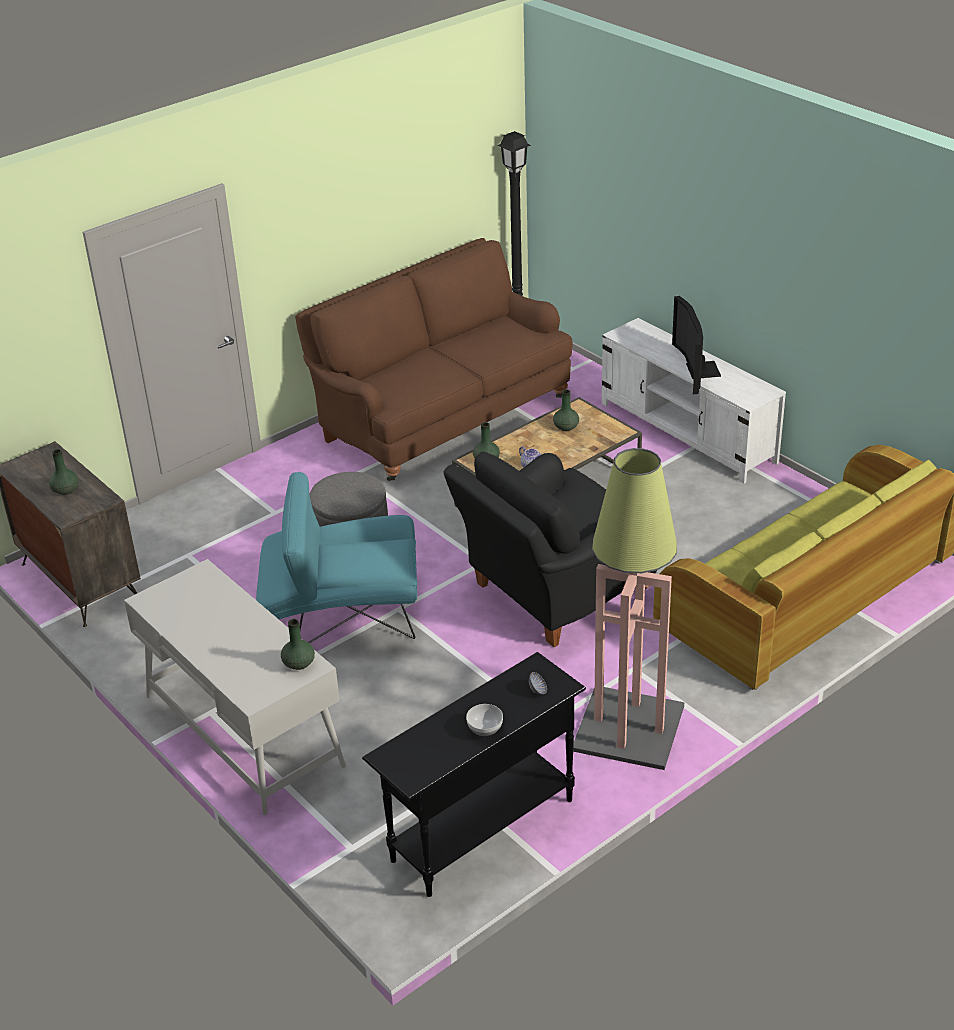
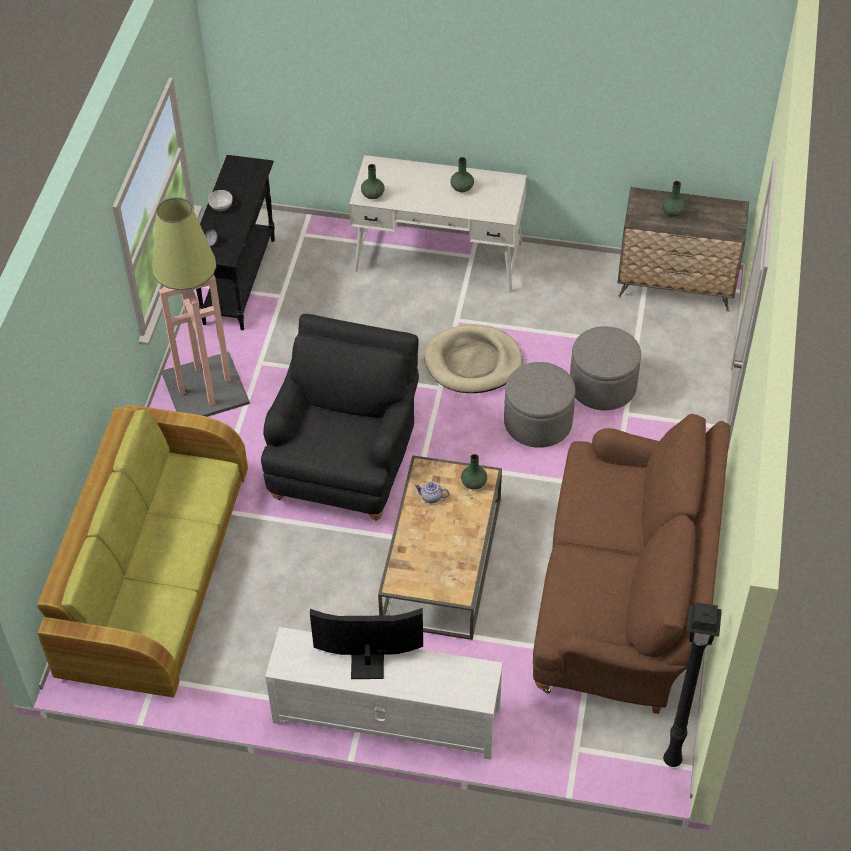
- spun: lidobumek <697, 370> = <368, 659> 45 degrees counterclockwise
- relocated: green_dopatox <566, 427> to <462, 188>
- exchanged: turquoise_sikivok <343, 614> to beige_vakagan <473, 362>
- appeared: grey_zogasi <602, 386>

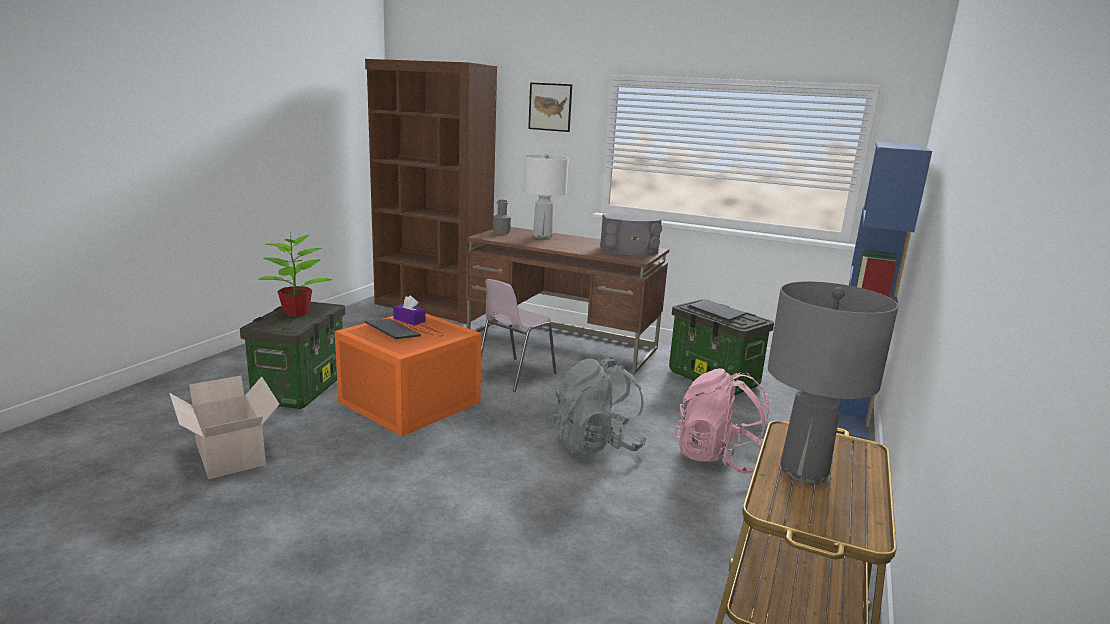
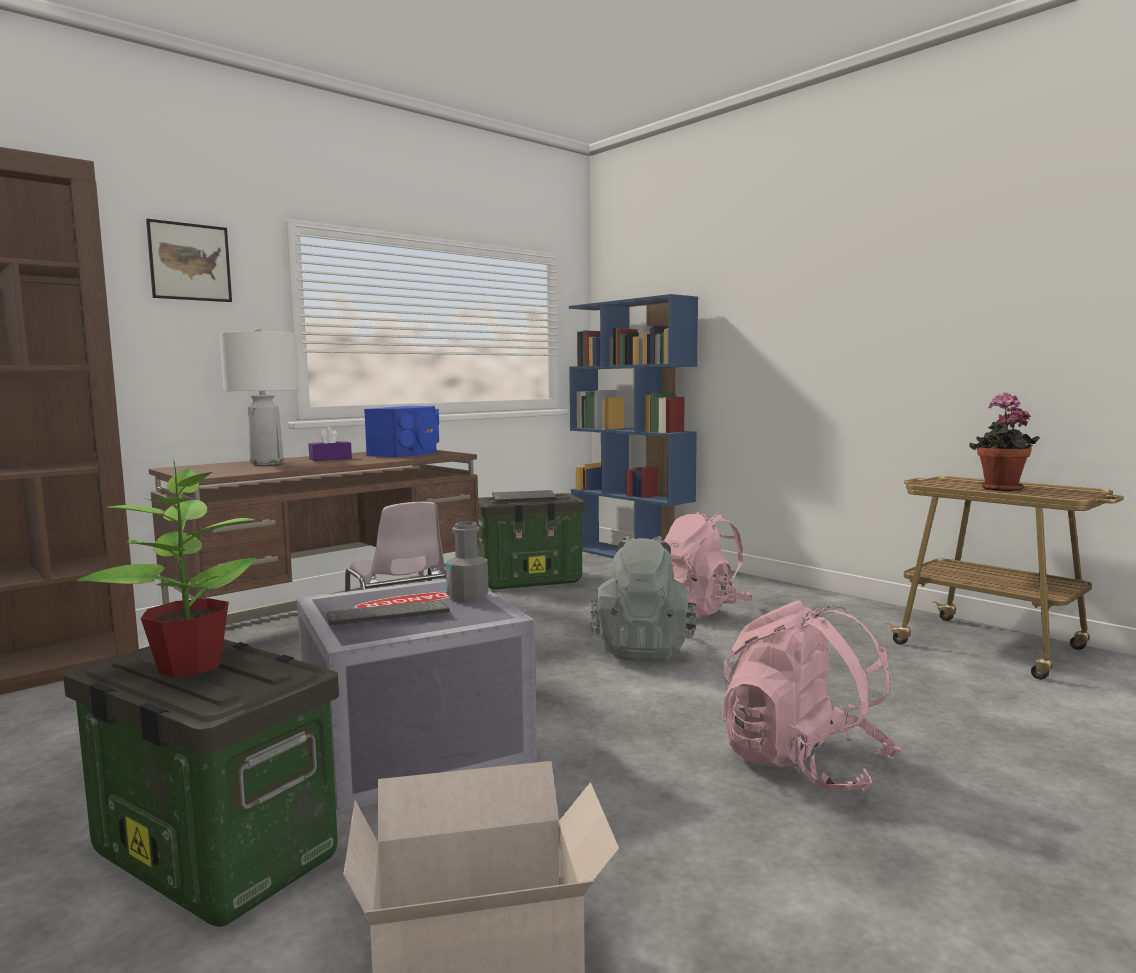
- relocated: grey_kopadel <501, 232> to <467, 597>
- colour: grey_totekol <629, 251> to blue_totekol <407, 453>
- exchanged: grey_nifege <802, 472> to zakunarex <1000, 489>
- relocated: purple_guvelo <409, 320> to <330, 459>
- colour: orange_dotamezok <407, 402> to grey_dotamezok <412, 745>
- appeared: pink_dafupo <803, 764>

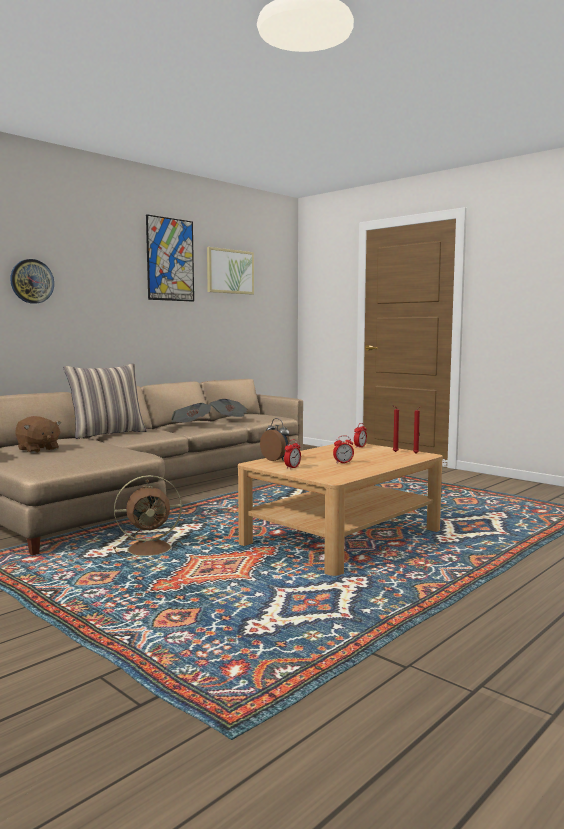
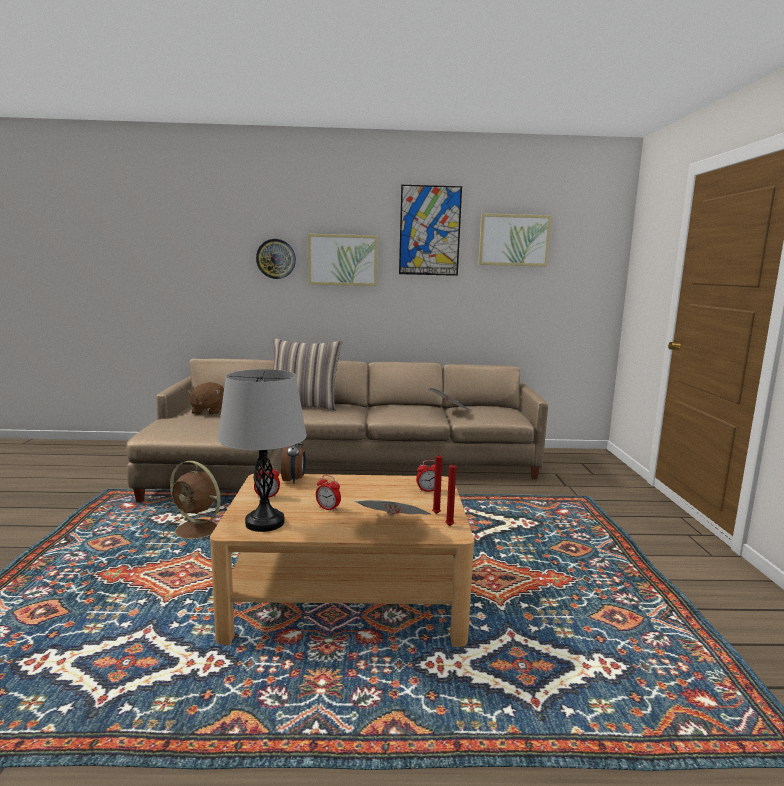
- relocated: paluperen <191, 424> to <392, 528>
- appeared: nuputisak <342, 260>
- appeared: grey_nifege <265, 523>

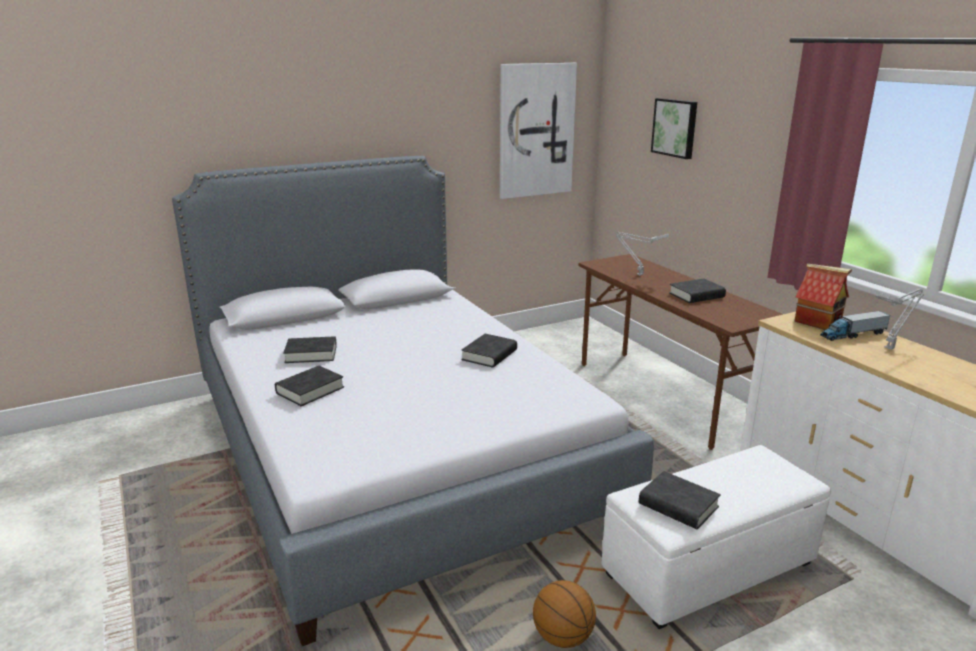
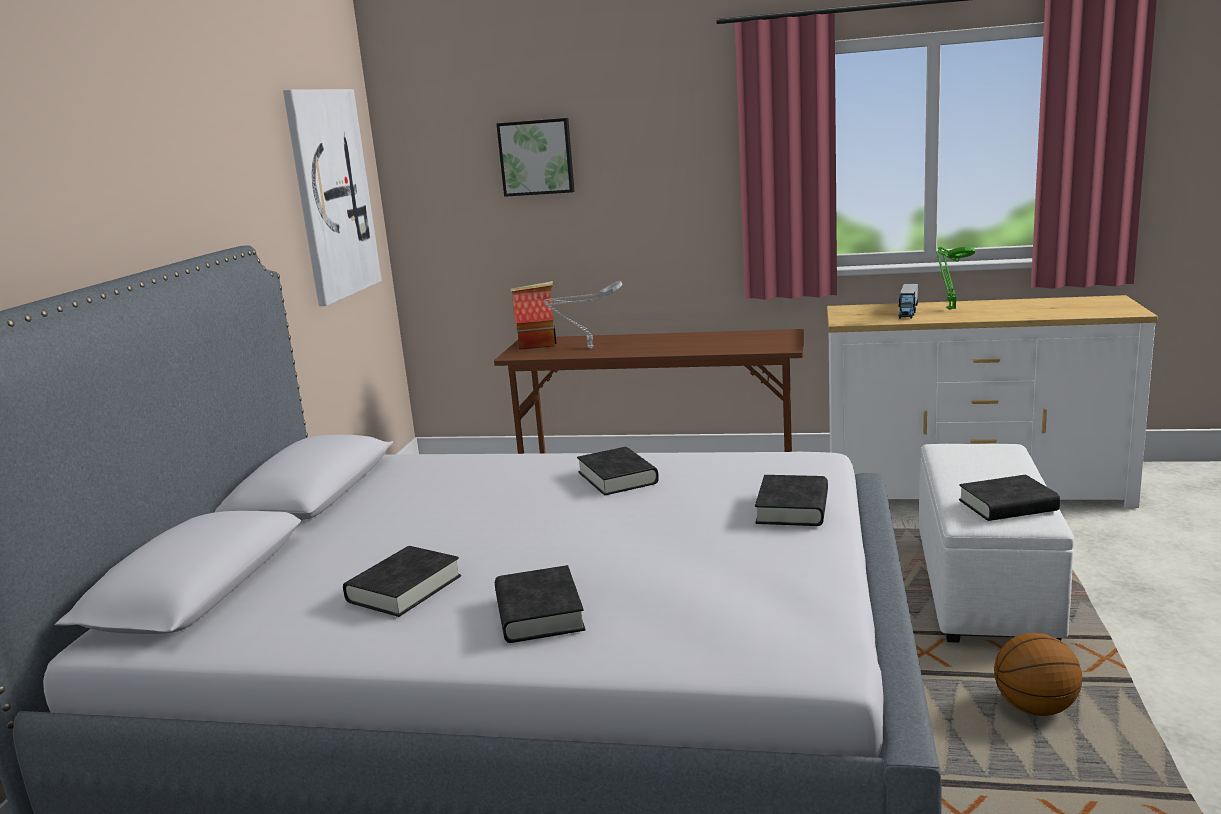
- relocated: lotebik <818, 322> to <537, 344>
- relocated: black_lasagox <696, 295> to <792, 508>
- colour: grey_nifege <890, 348> to green_nifege <950, 308>

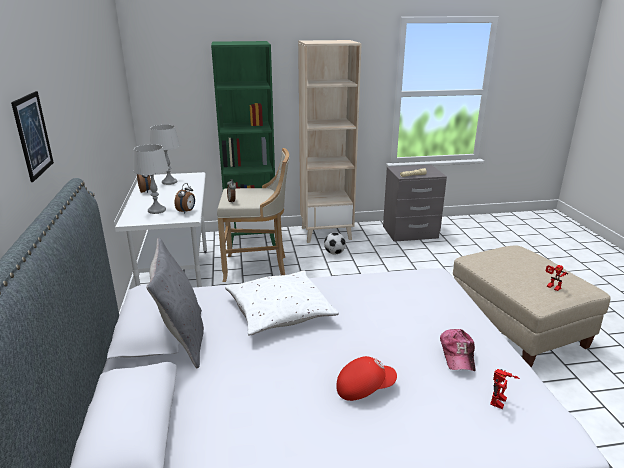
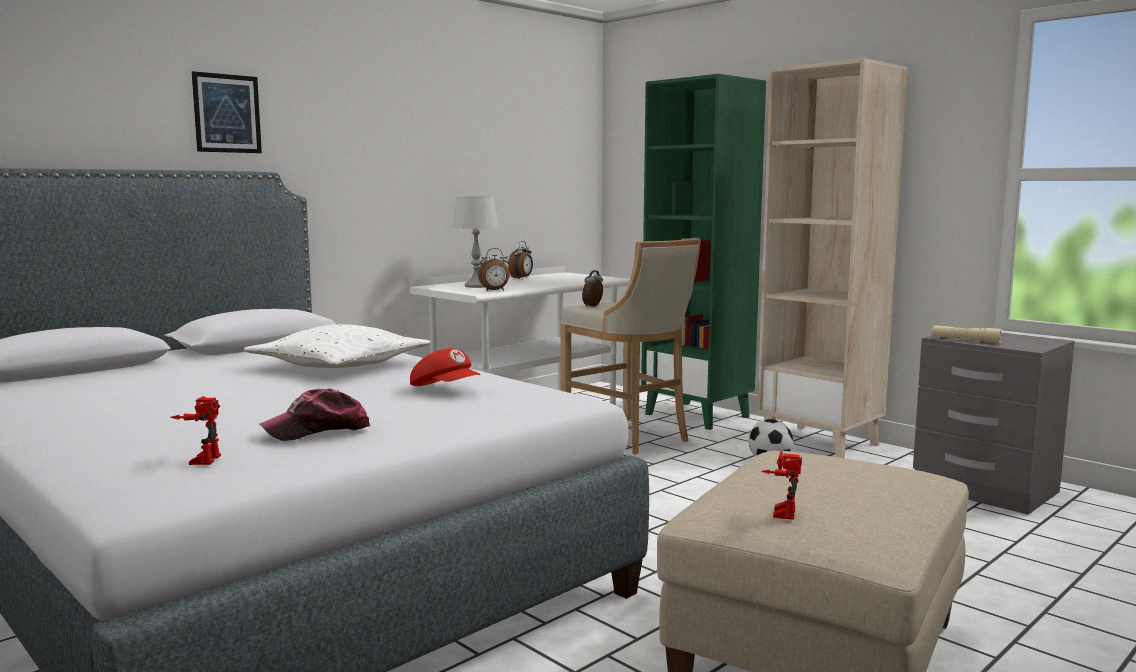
- missing: grey_nifege <169, 182>
- missing: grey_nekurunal <182, 339>
- relocated: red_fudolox <364, 388> to <446, 389>
- spun: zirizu <500, 403> = <201, 459> 90 degrees clockwise

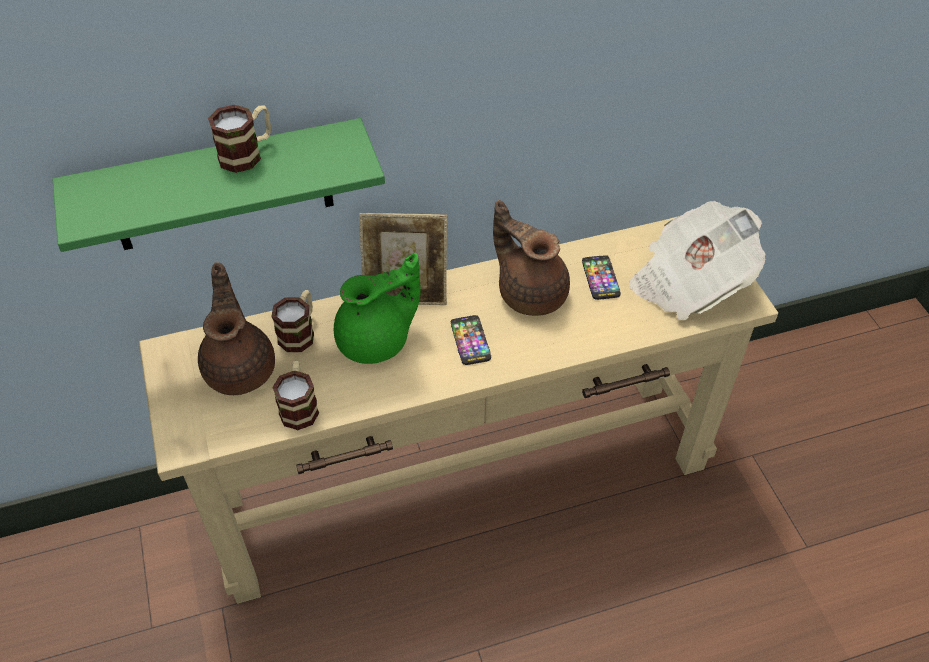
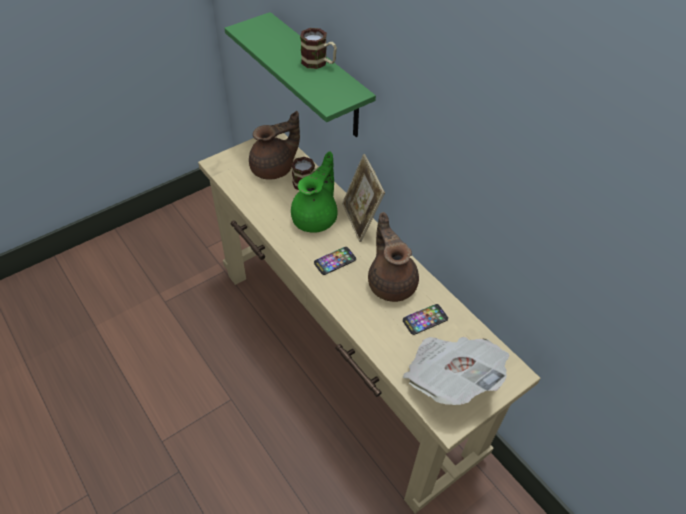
- spun: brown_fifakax <530, 292> = <391, 282> 45 degrees counterclockwise
- spun: green_fifakax <377, 341> = <316, 218> 105 degrees counterclockwise
- missing: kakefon <299, 406>

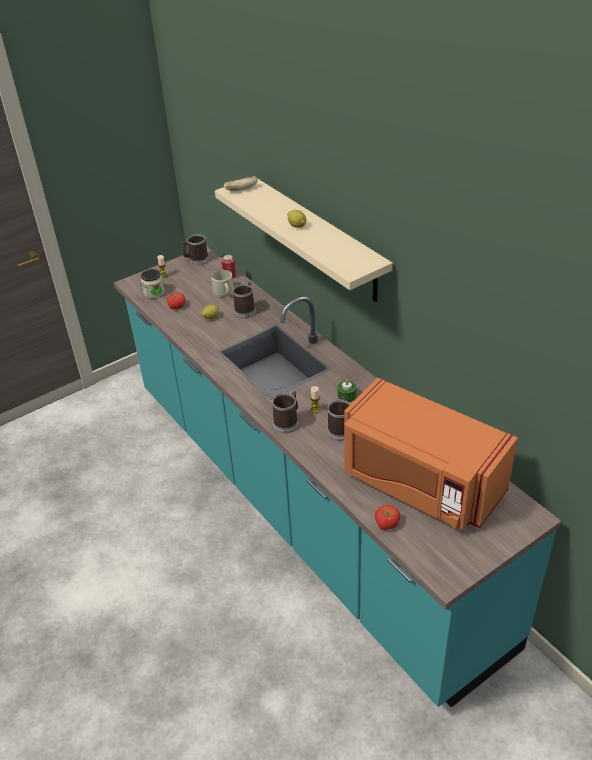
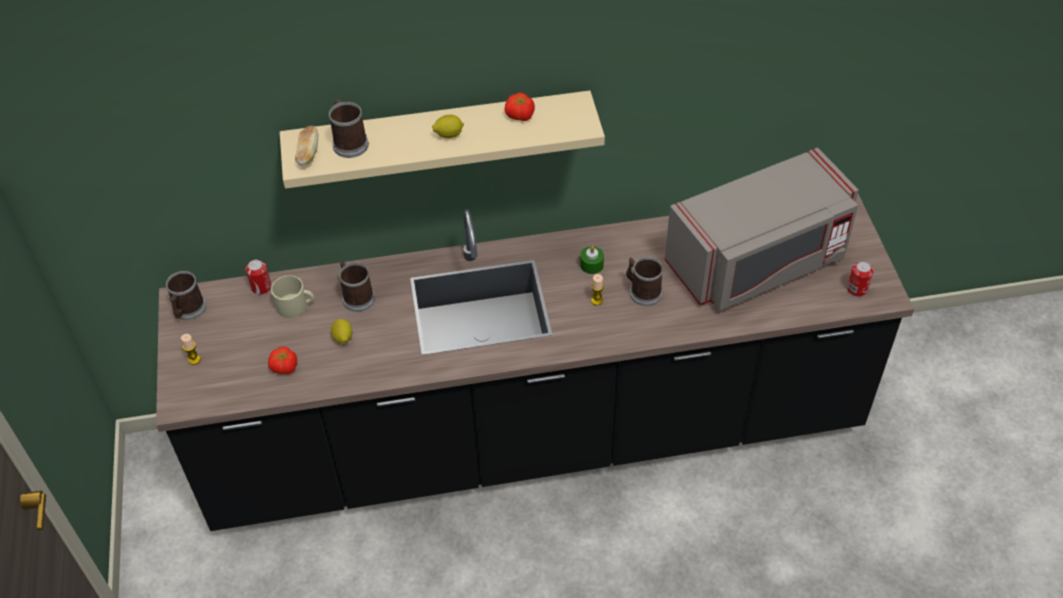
- colour: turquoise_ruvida <303, 506> to black_ruvida <535, 438>
- missing: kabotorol <154, 293>
- colour: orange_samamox <420, 482> to grey_samamox <757, 261>
- relocated: kakefon <287, 422> to <349, 142>
- relocated: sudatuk <386, 523> to <520, 115>
- appeared: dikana <857, 289>

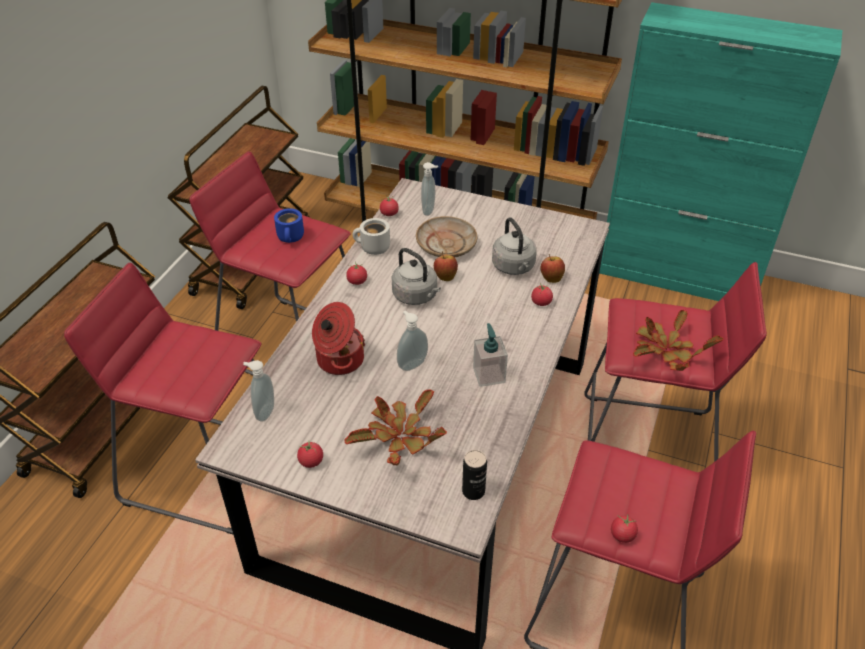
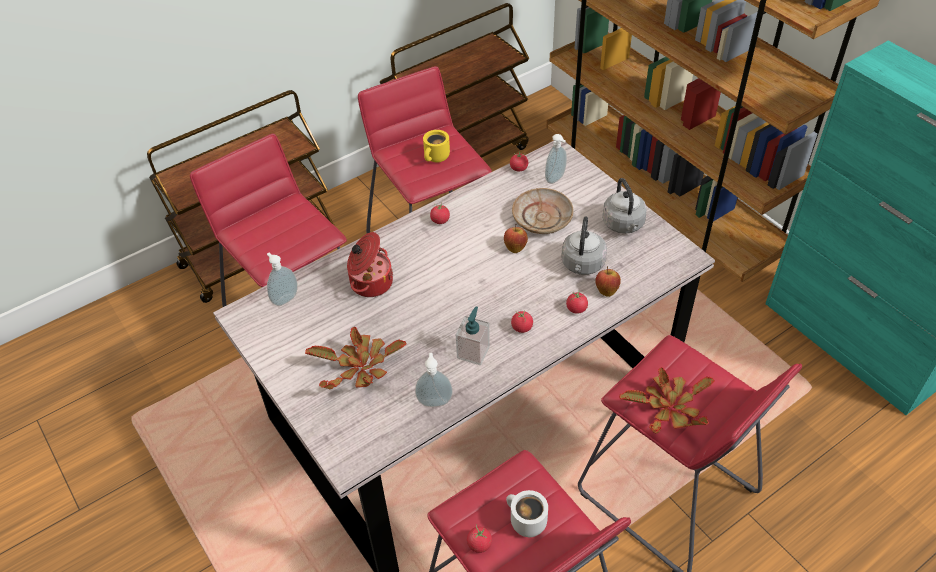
- colour: blue_kakefon <291, 238> to yellow_kakefon <436, 158>
- relocated: white_kakefon <372, 248> to <524, 522>
- relocated: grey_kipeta <416, 296> to <624, 225>
- relocated: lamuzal <411, 364> to <434, 401>
- relocated: sudatuk <311, 461> to <522, 327>
- missing: dikana <473, 491>

